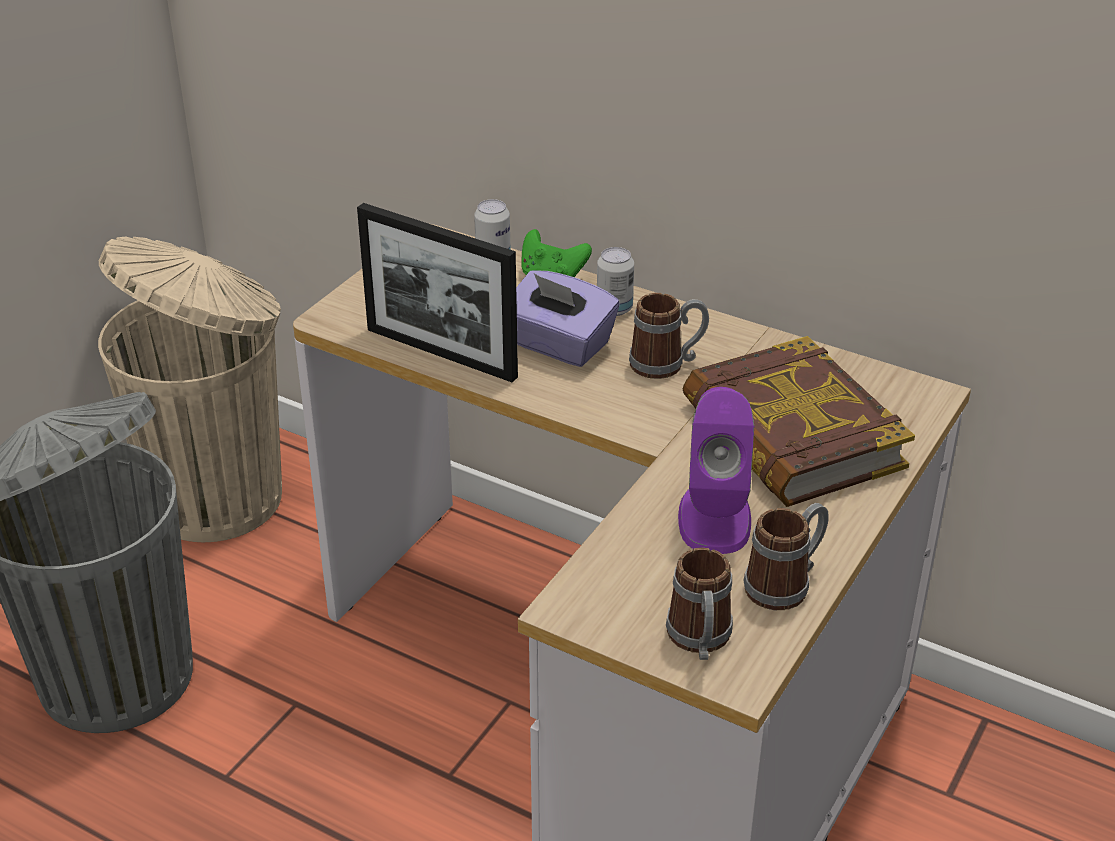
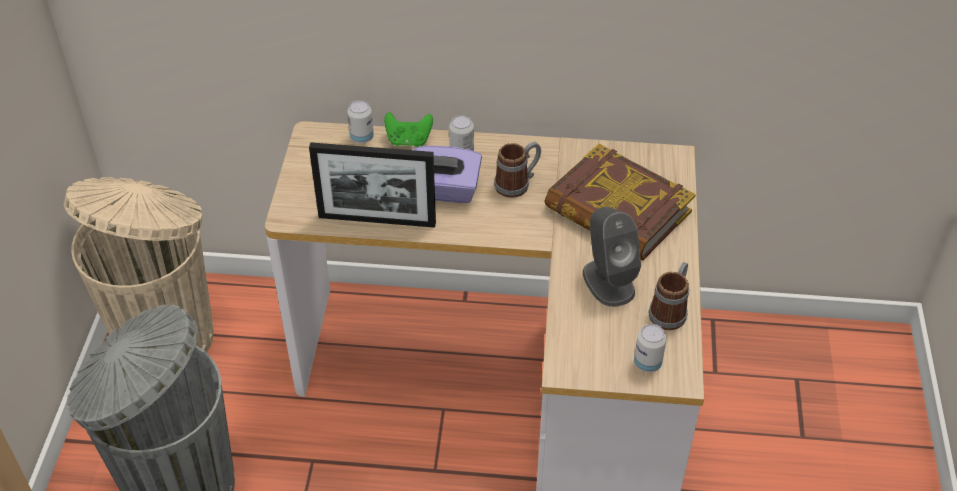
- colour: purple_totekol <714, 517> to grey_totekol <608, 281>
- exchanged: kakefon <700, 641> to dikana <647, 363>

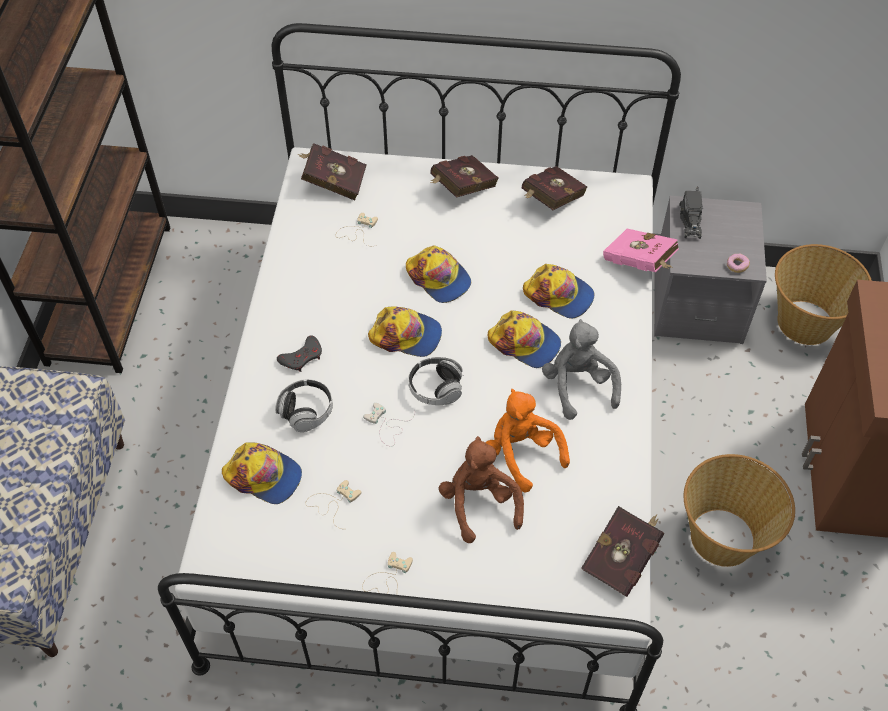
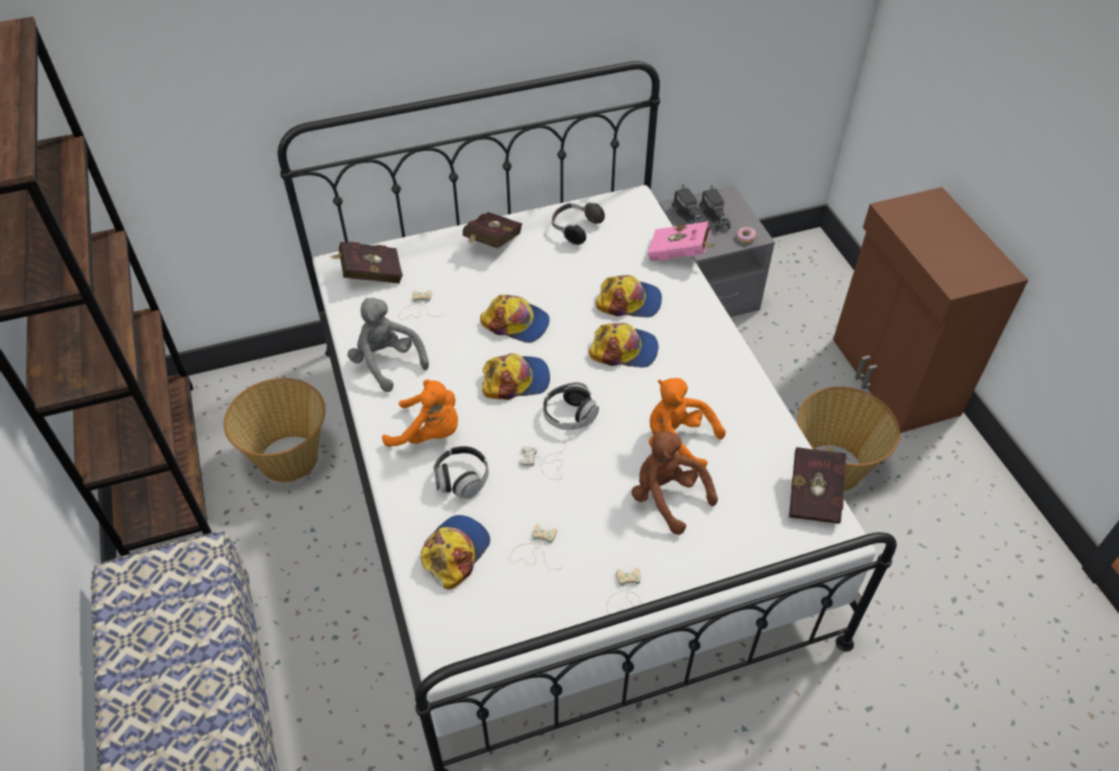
- exchanged: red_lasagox <550, 200> to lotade <575, 229>
- relocated: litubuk <806, 321> to <289, 457>
- relocated: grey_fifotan <578, 385> to <387, 362>
- exchanged: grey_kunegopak <302, 357> to orange_fifotan <429, 433>
- spun: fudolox <264, 476> = <455, 552> 60 degrees counterclockwise
- appeared: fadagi <714, 216>

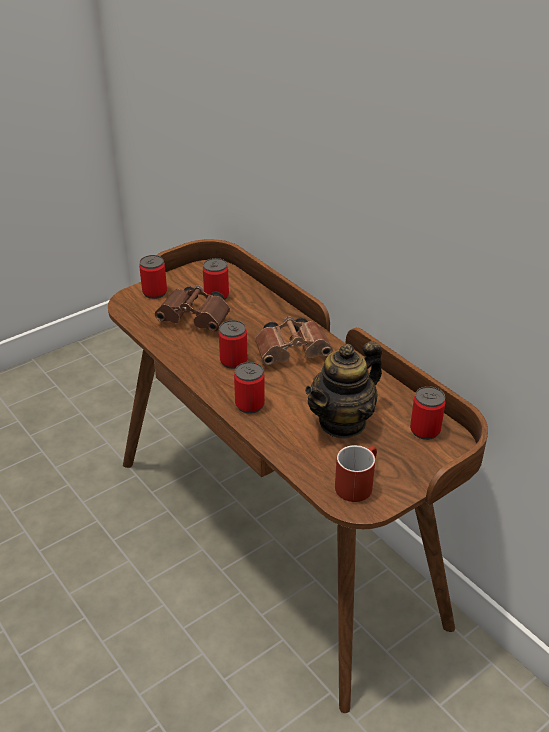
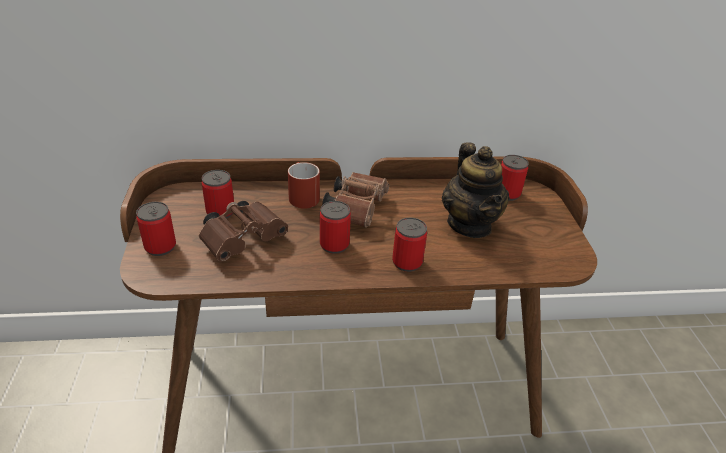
- relocated: red_kakefon <356, 483> to <301, 196>

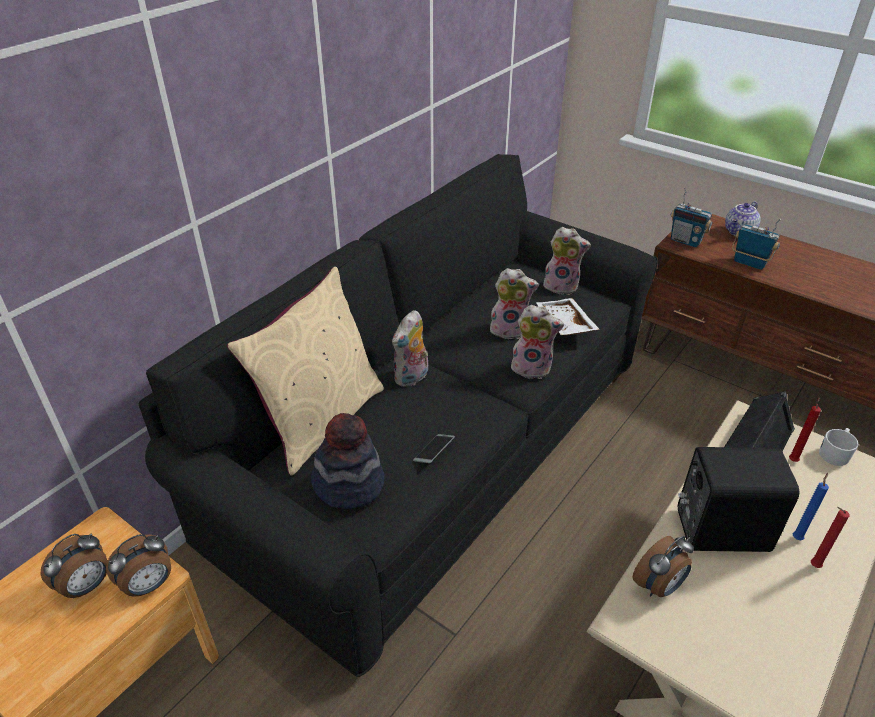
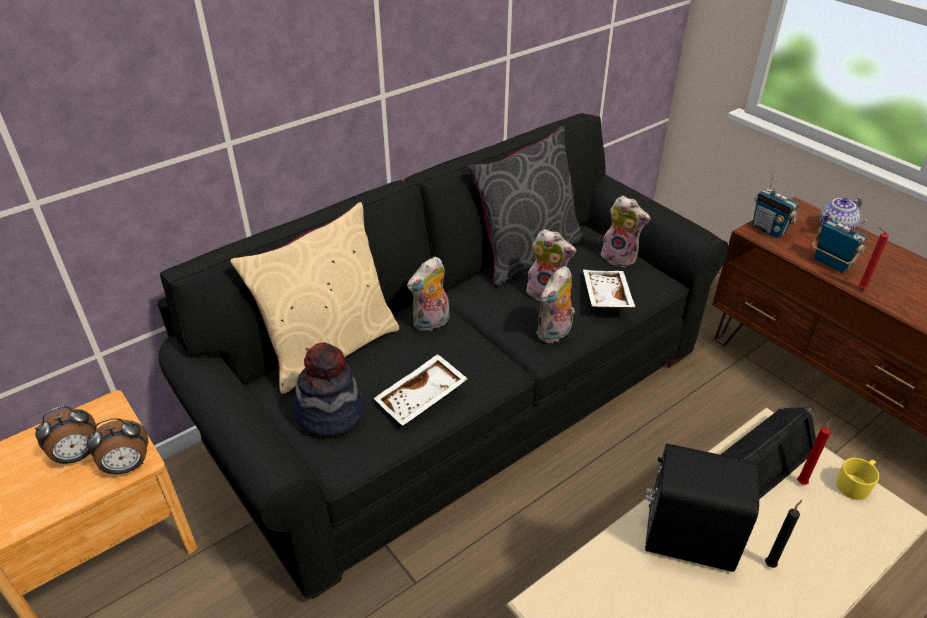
- spun: fifotan <532, 367> = <555, 334> 105 degrees clockwise
- colour: white_kakefon <835, 453> to yellow_kakefon <855, 485>
- exchanged: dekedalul <434, 452> to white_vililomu <422, 398>
- colour: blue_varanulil <797, 537> to black_varanulil <771, 564>
- relocated: red_varanulil <813, 566> to <860, 289>
- missing: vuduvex <659, 586>
- appeared: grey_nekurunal <526, 254>

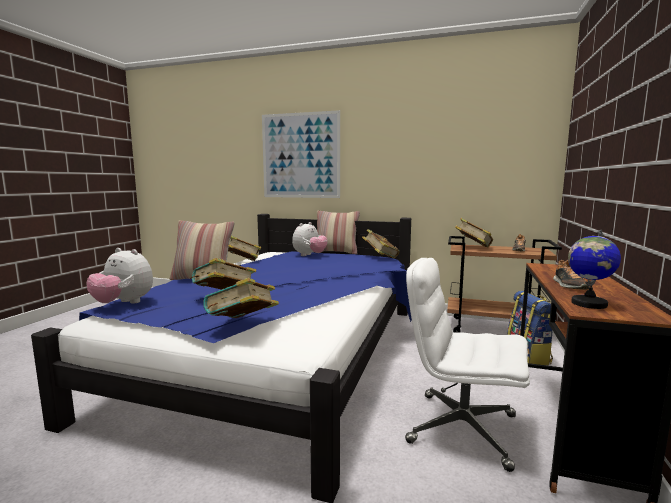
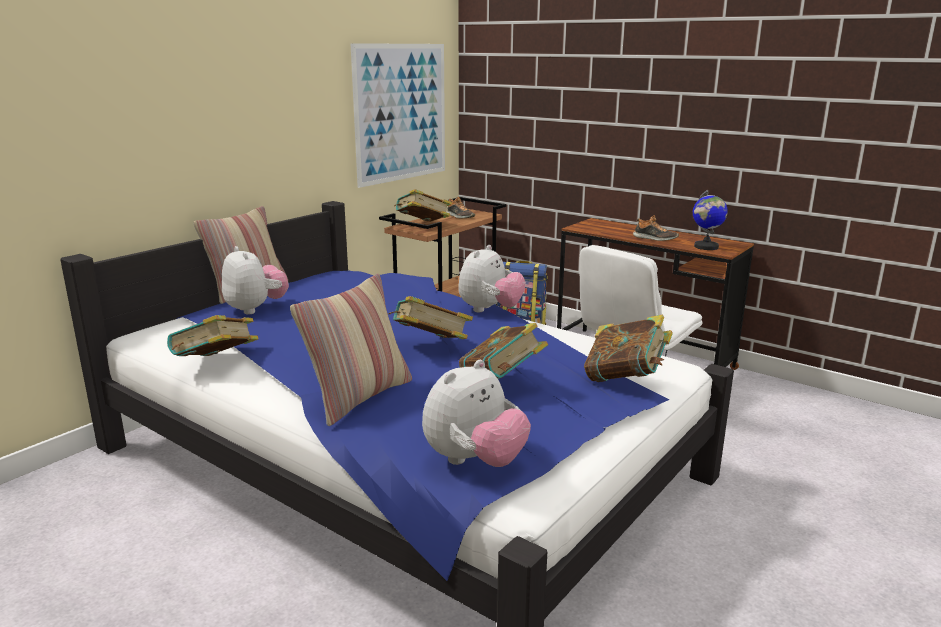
- relocated: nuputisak <300, 156> to <401, 113>
- relocated: lasagox <380, 257> to <430, 346>
- appeared: fifotan <490, 310>

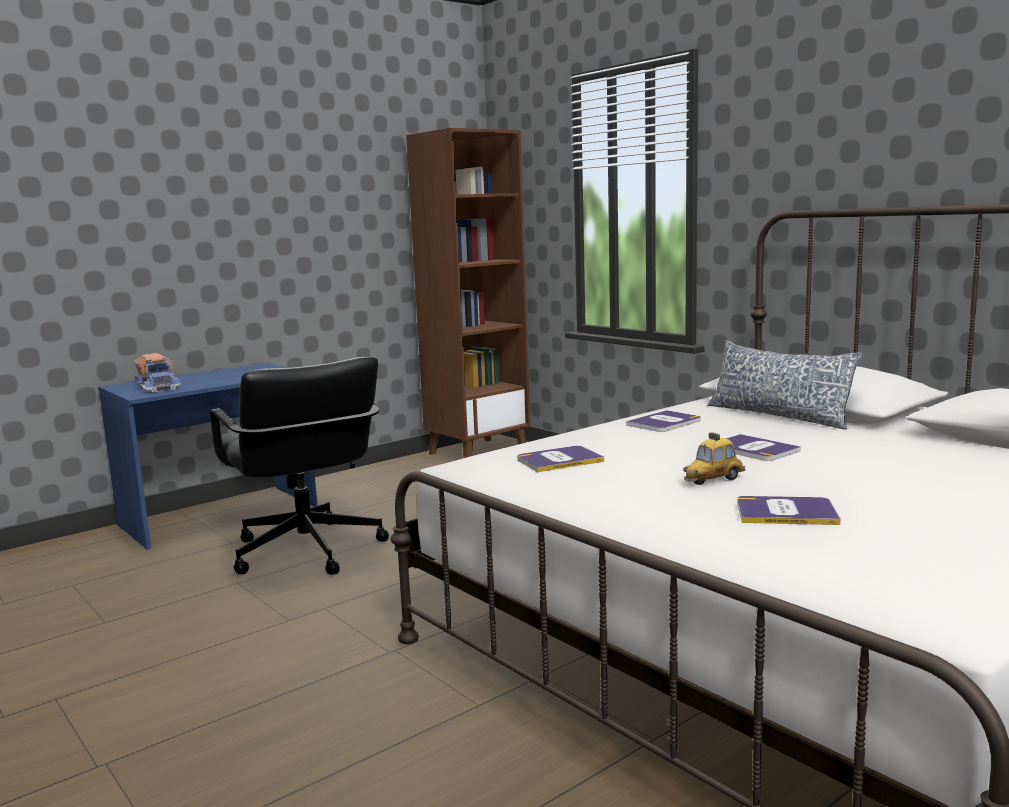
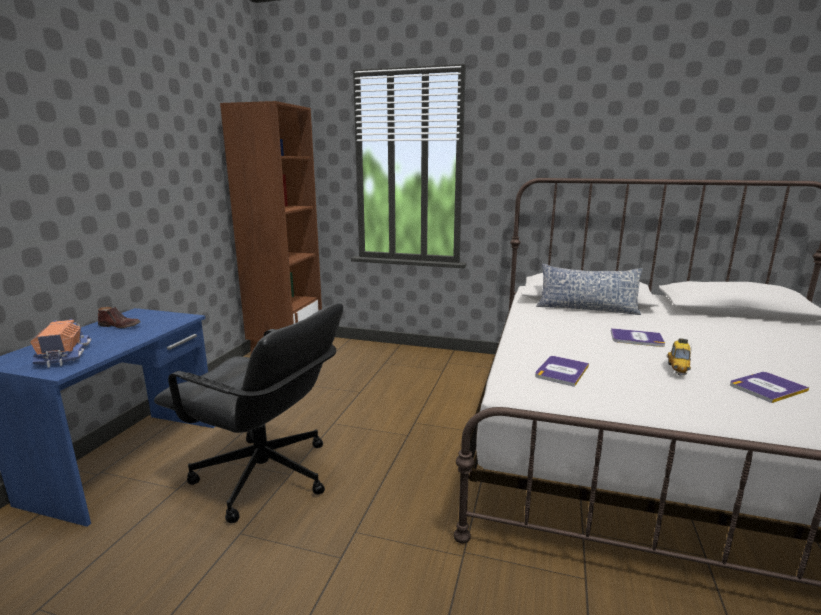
- spun: fadagi <159, 387> = <64, 355> 135 degrees counterclockwise
- missing: lasagox <664, 423>
- appeared: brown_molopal <120, 326>

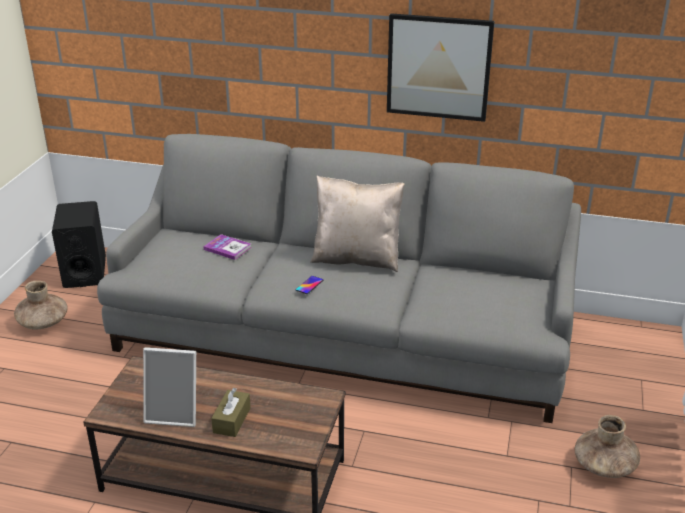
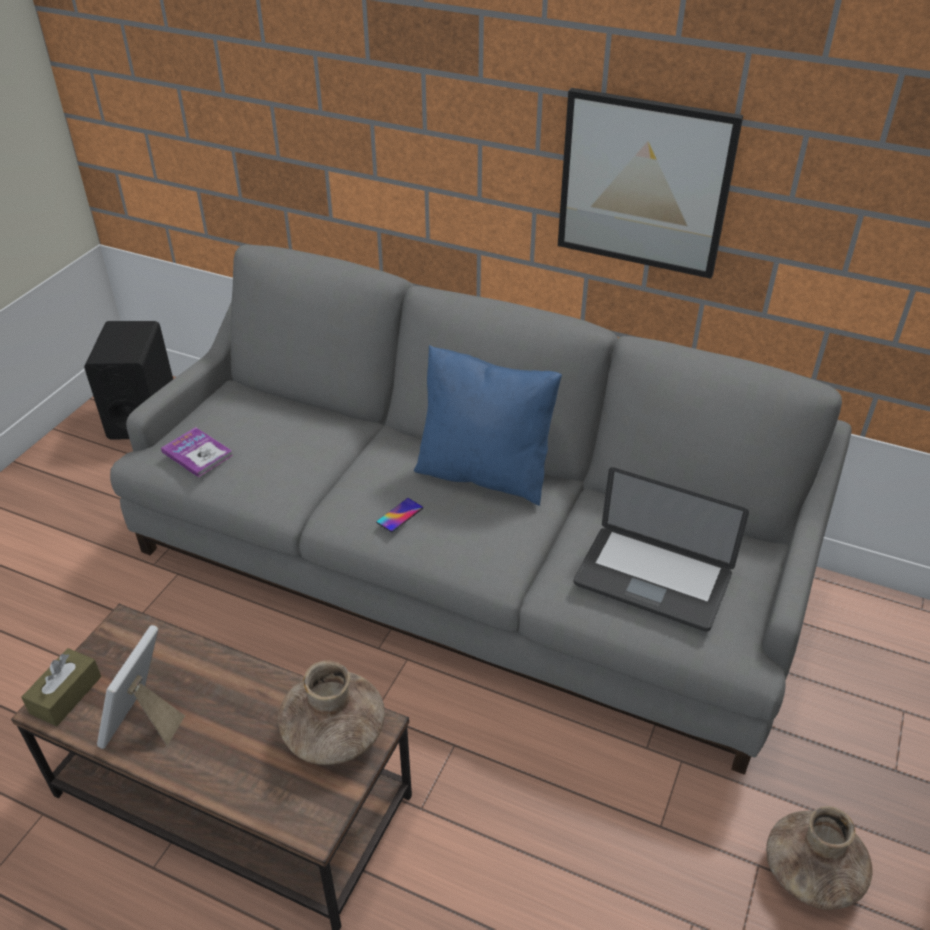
- colour: beige_nekurunal <357, 259> to blue_nekurunal <484, 473>
- relocated: lasagox <227, 248> to <197, 453>
- relocated: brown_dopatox <43, 322> to <334, 733>
- spun: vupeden <175, 413> = <144, 723> 90 degrees clockwise
- relocated: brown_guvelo <232, 420> to <66, 695>
- appeared: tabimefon <652, 579>

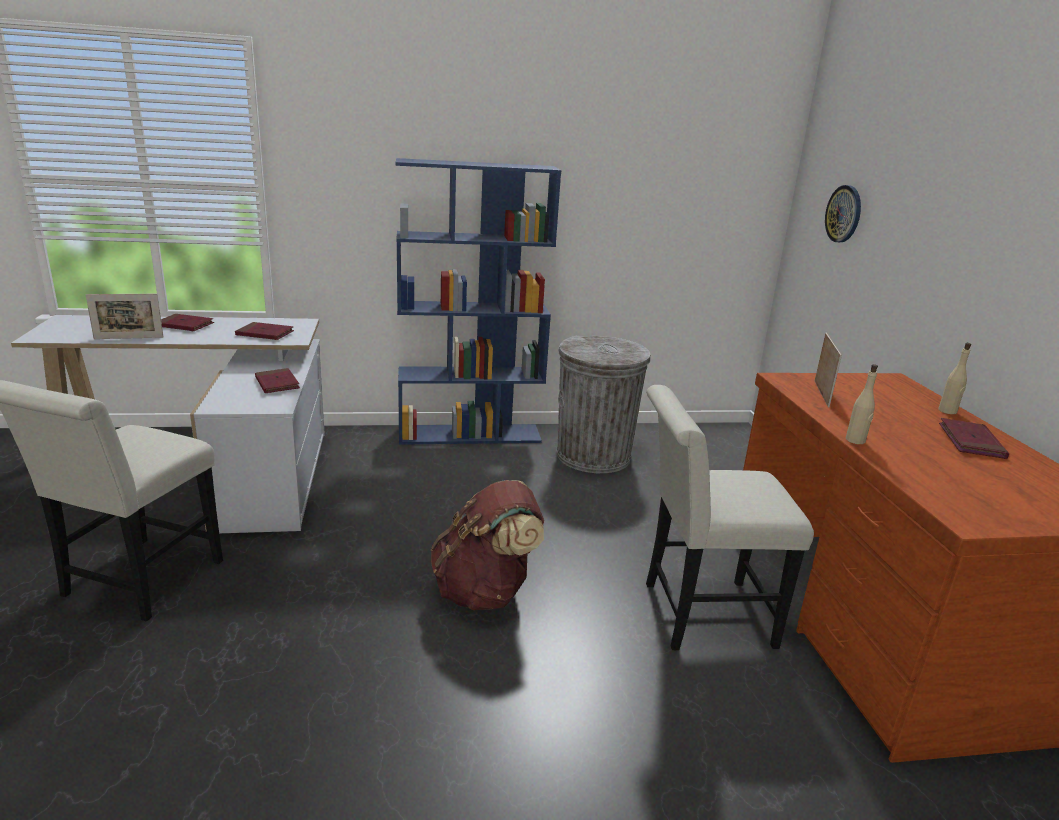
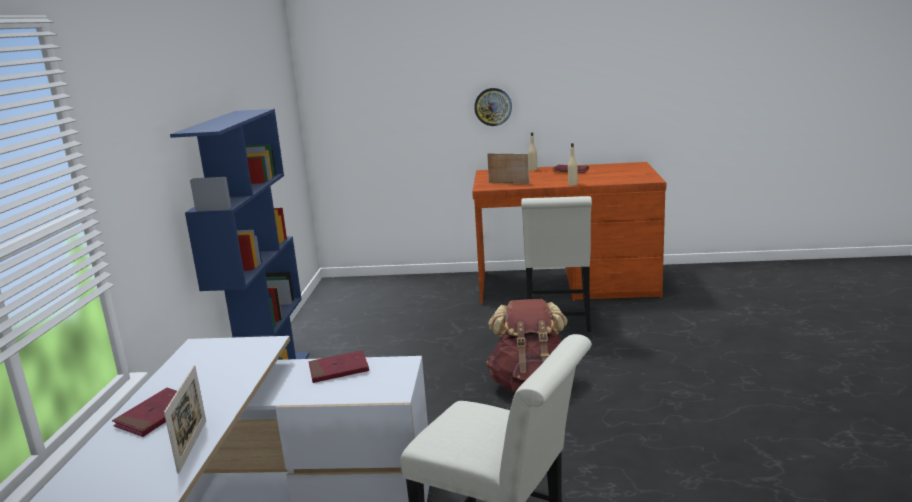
- relocated: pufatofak <844, 214> to <493, 106>
- missing: red_lasagox <265, 334>
- missing: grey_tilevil <593, 456>

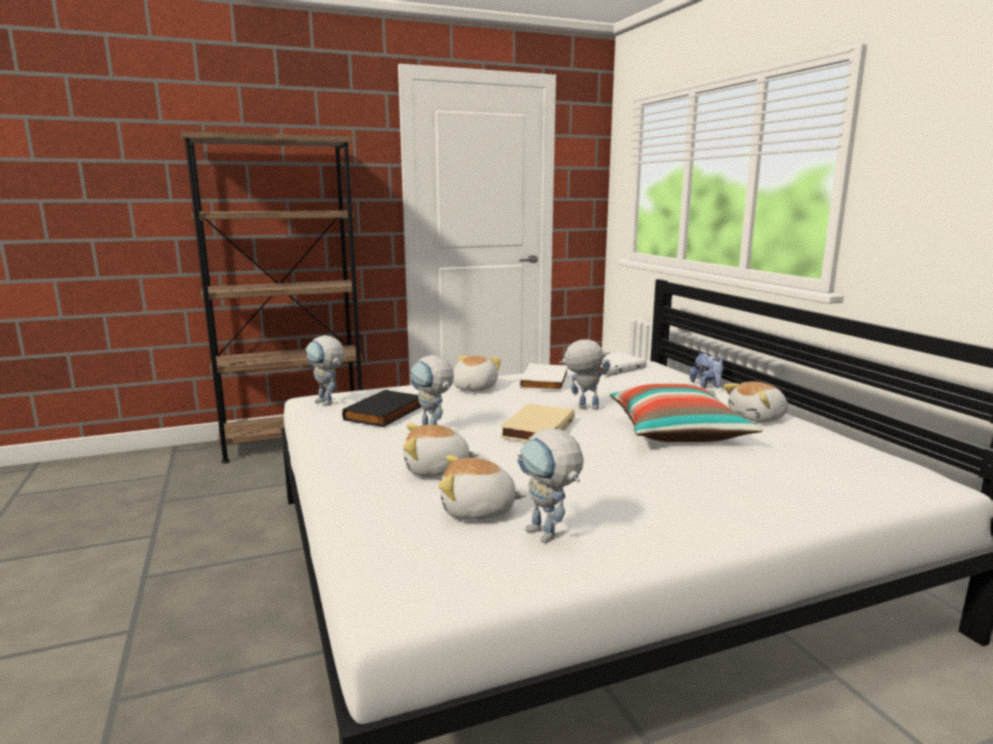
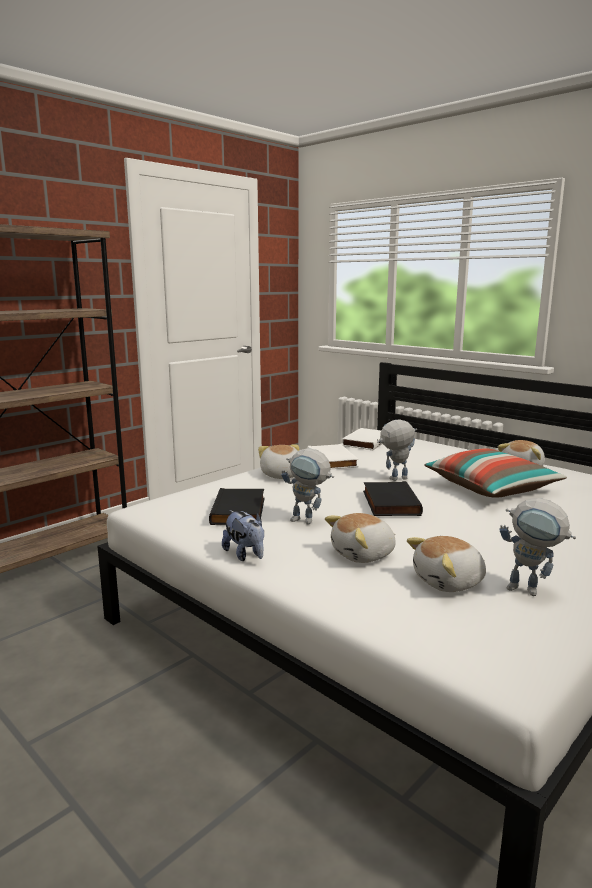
- missing: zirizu <328, 403>
- relocated: fifotan <707, 386> to <245, 555>
- colour: beige_lasagox <536, 428> to black_lasagox <389, 503>

